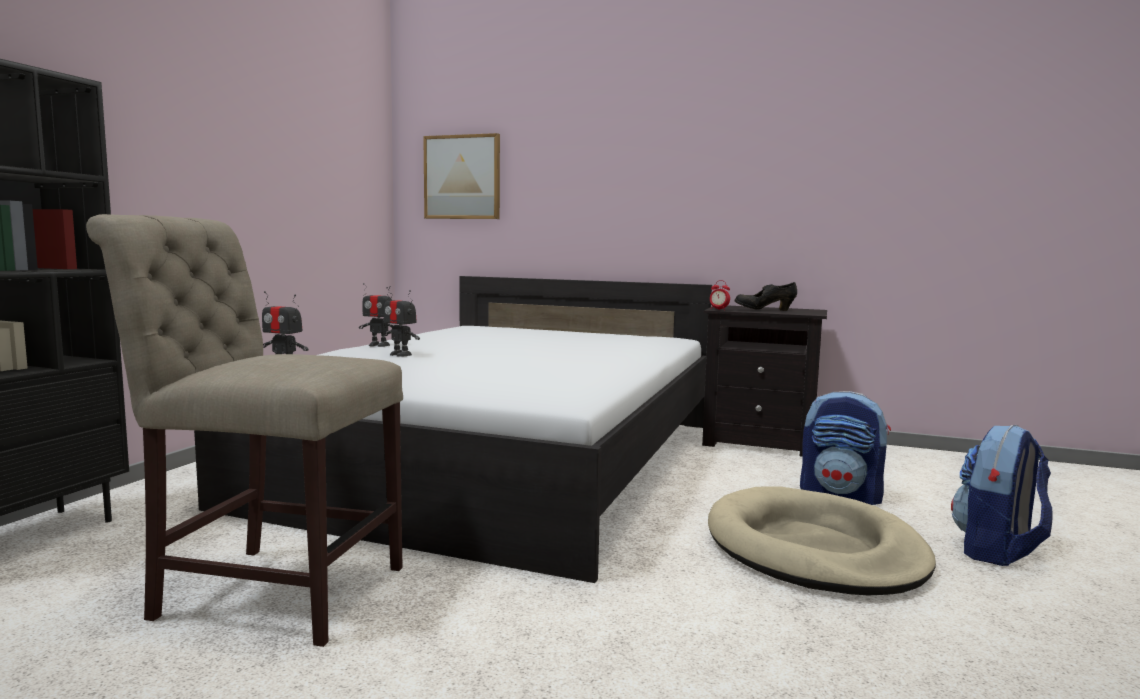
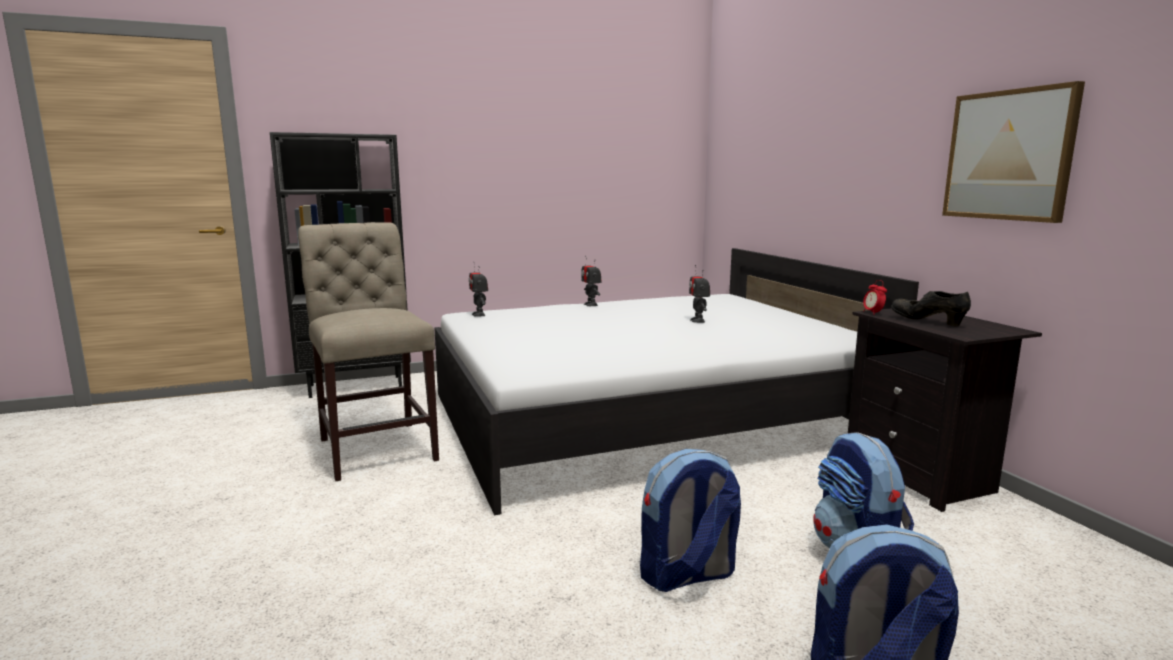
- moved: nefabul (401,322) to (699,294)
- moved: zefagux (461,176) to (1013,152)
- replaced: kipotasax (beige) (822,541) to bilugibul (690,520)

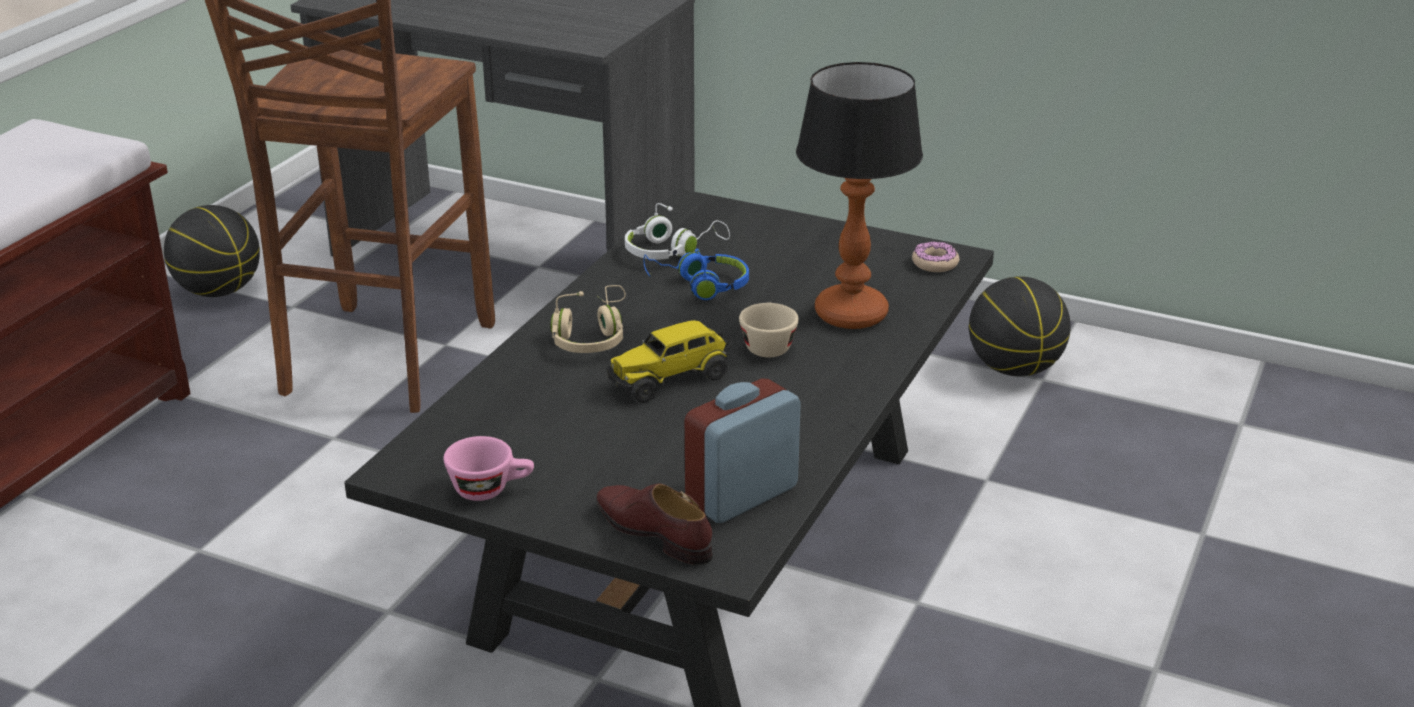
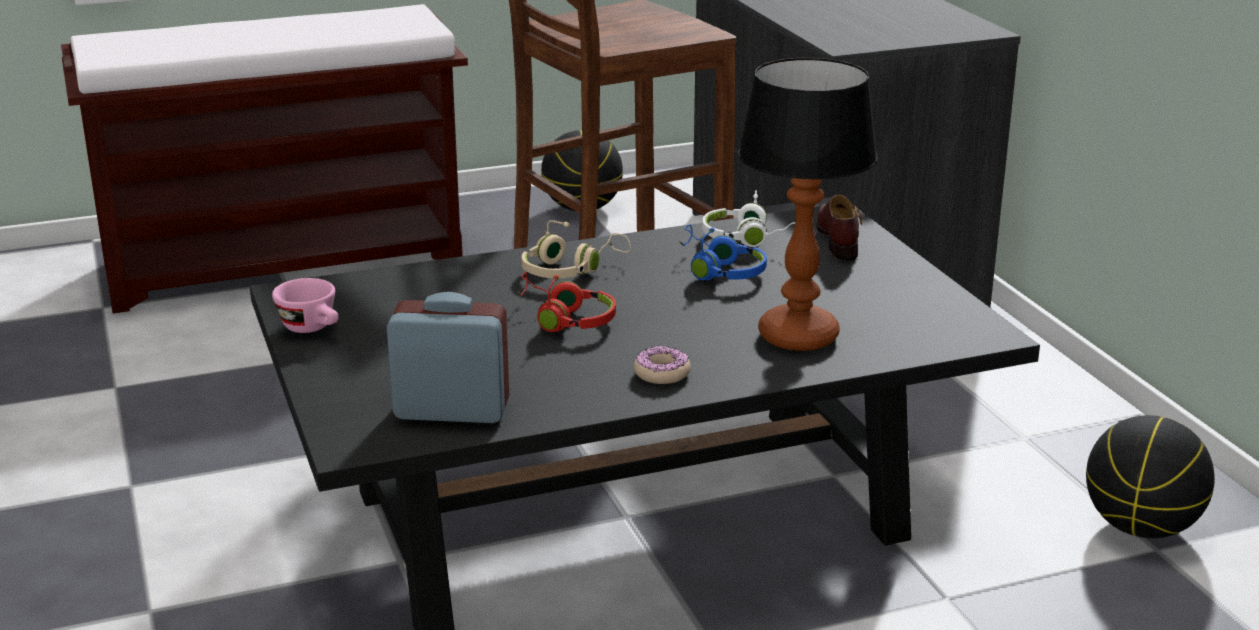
- moved: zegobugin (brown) (654,524) to (839,228)
- replaced: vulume (669,361) to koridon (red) (566,302)
- removed: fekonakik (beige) (769,329)
- moved: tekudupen (935,256) to (662,365)

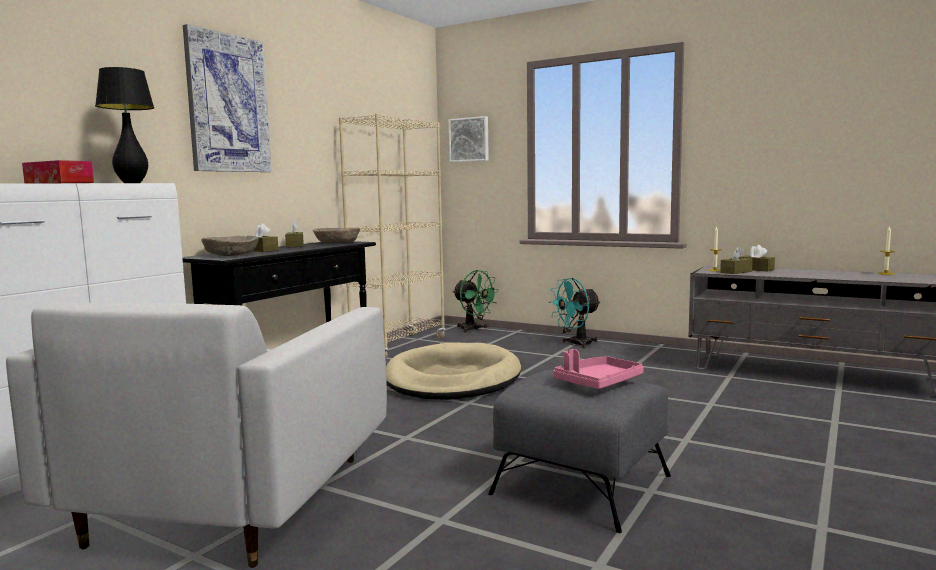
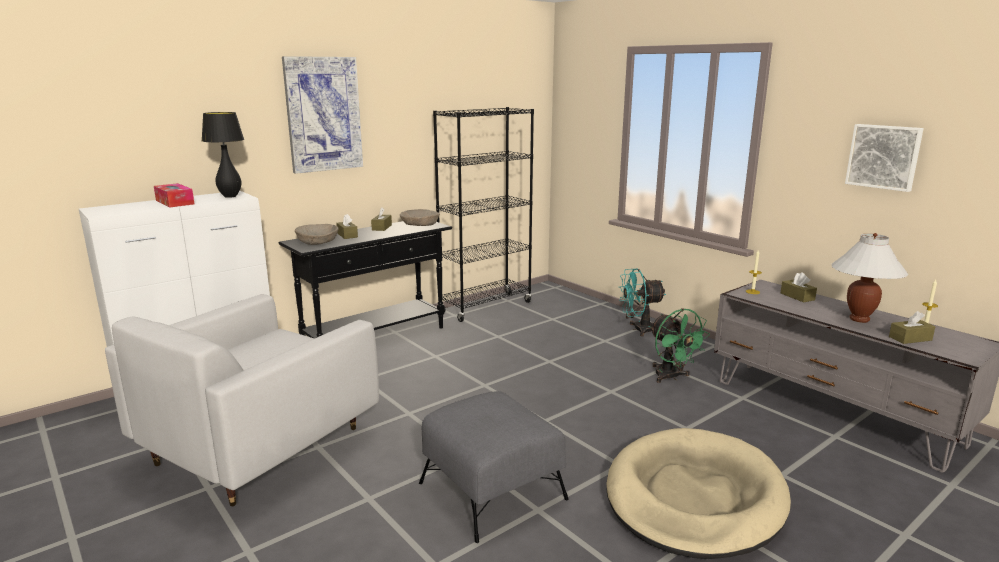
- recoloured: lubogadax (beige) (392,236) to lubogadax (black) (483,214)
- moved: kipotasax (beige) (453,371) to (698,493)
- moved: zefagux (469,139) to (884,158)
- moved: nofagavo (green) (476,301) to (680,345)
- removed: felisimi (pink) (598,369)
- moved: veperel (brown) (736,260) to (912,327)
- added: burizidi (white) (869,278)

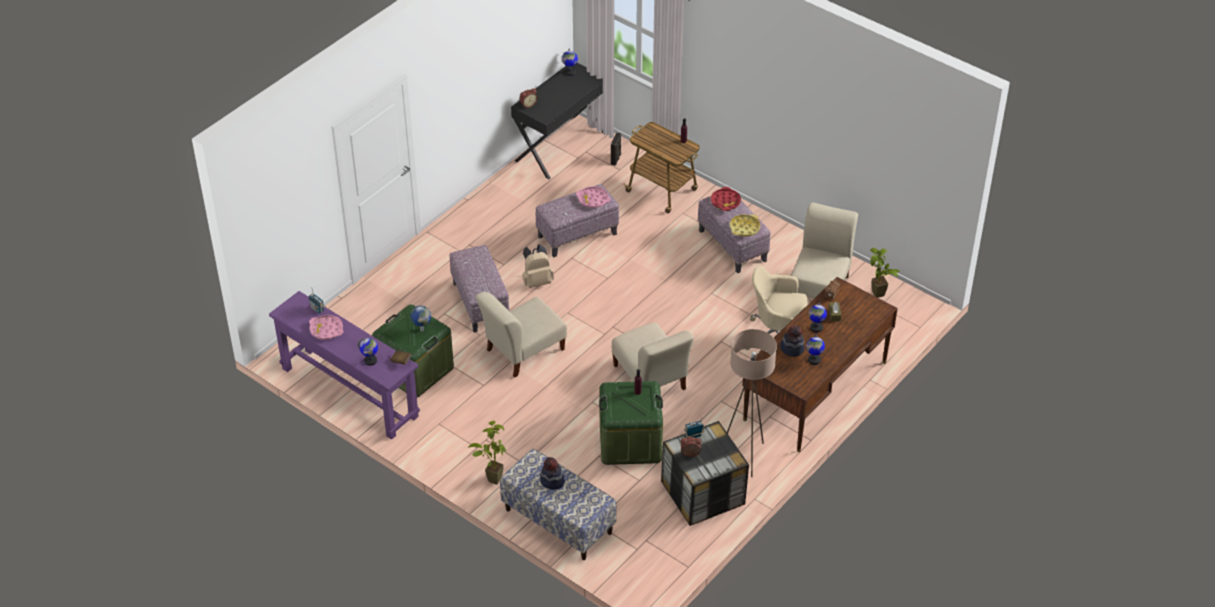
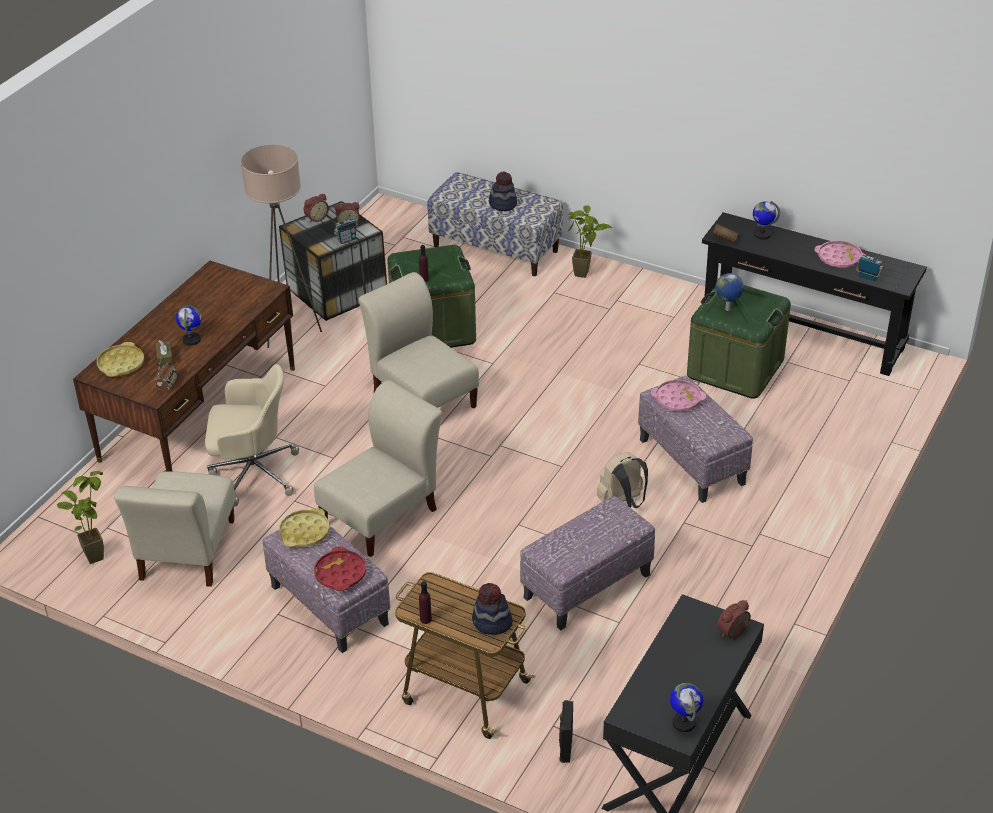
- recoloured: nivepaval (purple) (344,365) to nivepaval (black) (814,294)
- moved: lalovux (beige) (521,334) to (378,468)
- moved: felisimi (pink) (593,197) to (678,395)
- moved: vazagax (792,341) to (492,609)
- removed: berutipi (815,349)
- added: felisimi (yellow) (120,359)
- added: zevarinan (316,208)

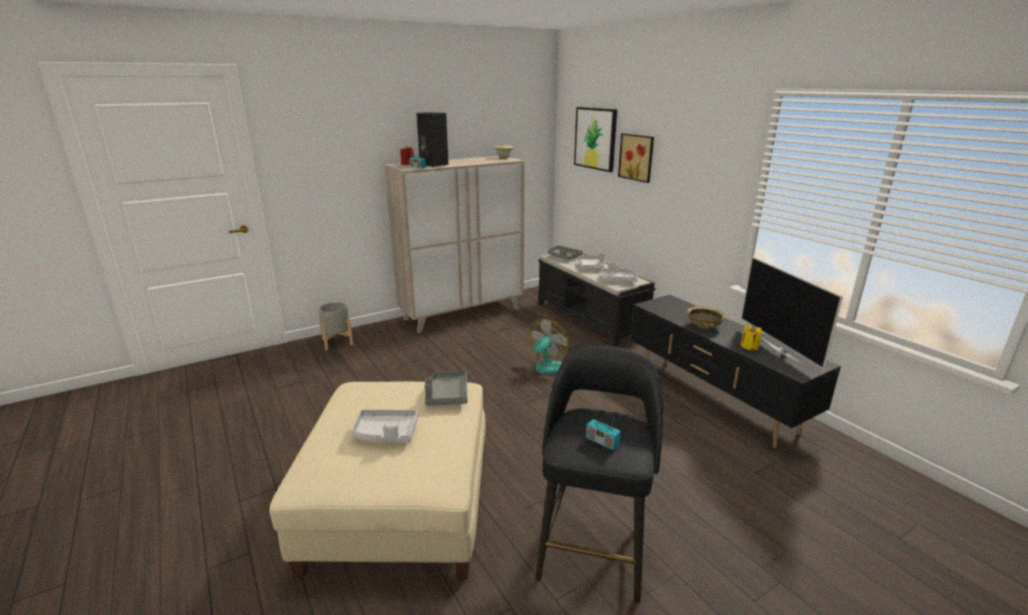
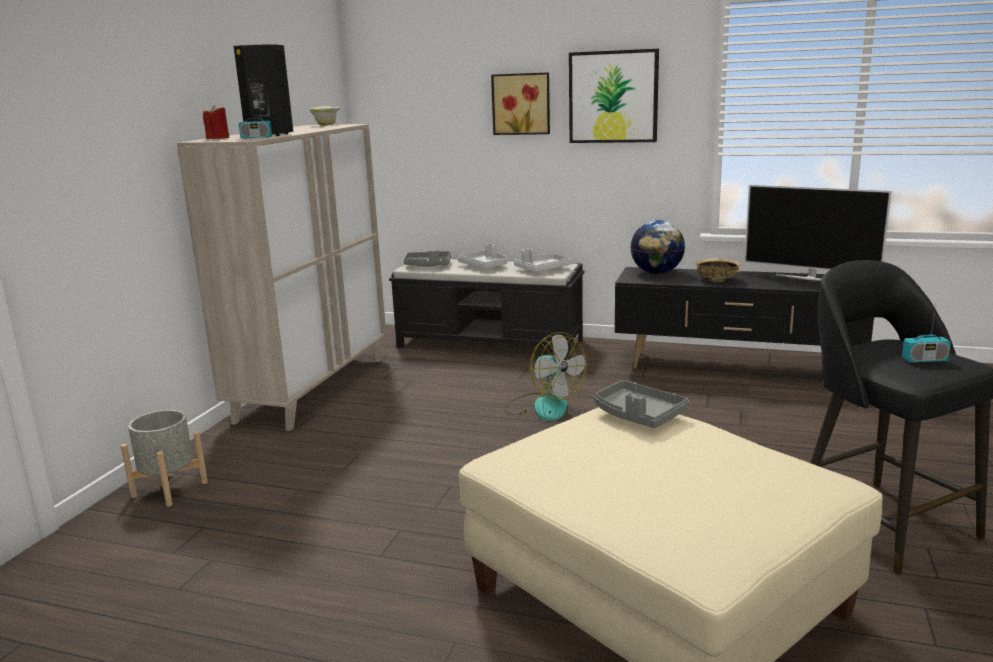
- removed: felisimi (grey) (384,426)
- turned: nofagavo (548,351) = (546,376) 150 degrees clockwise
- moved: zefagux (595,139) to (614,96)
- removed: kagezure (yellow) (751,338)
- added: berutipi (657,247)

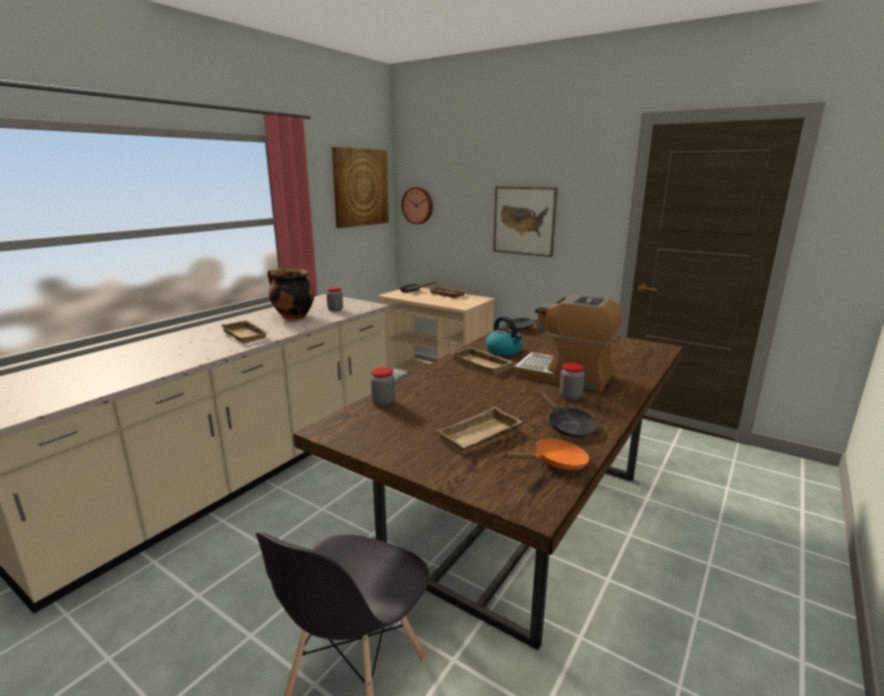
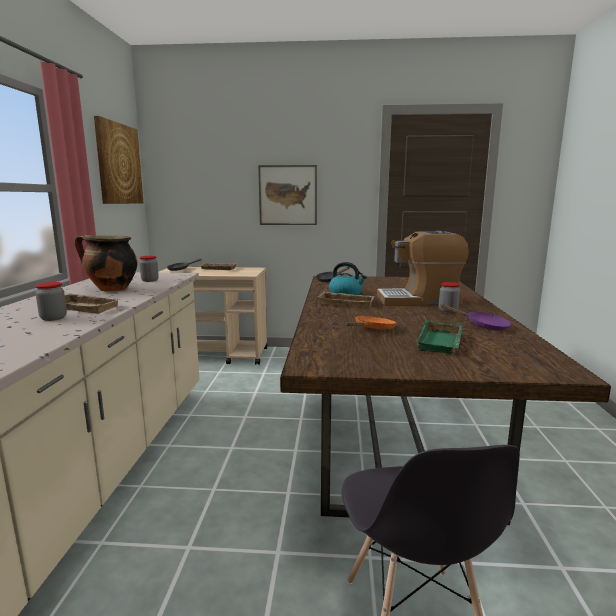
- moved: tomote (383,386) to (51,301)
- removed: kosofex (417,205)
- recoloured: felisimi (beige) (480,428) to felisimi (green) (439,337)
- moved: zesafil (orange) (546,454) to (370,322)
- recoloured: zesafil (black) (567,414) to zesafil (purple) (476,317)

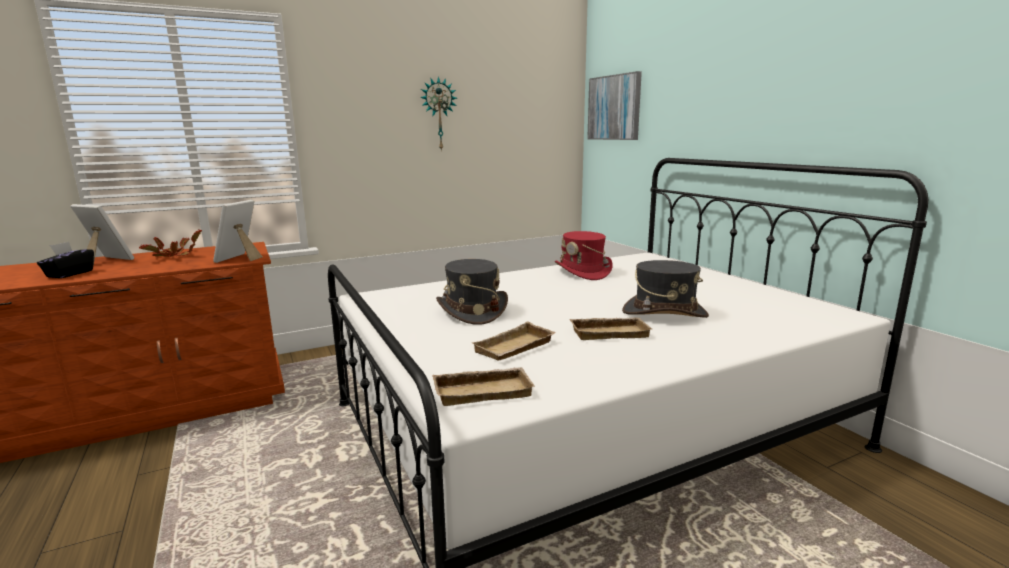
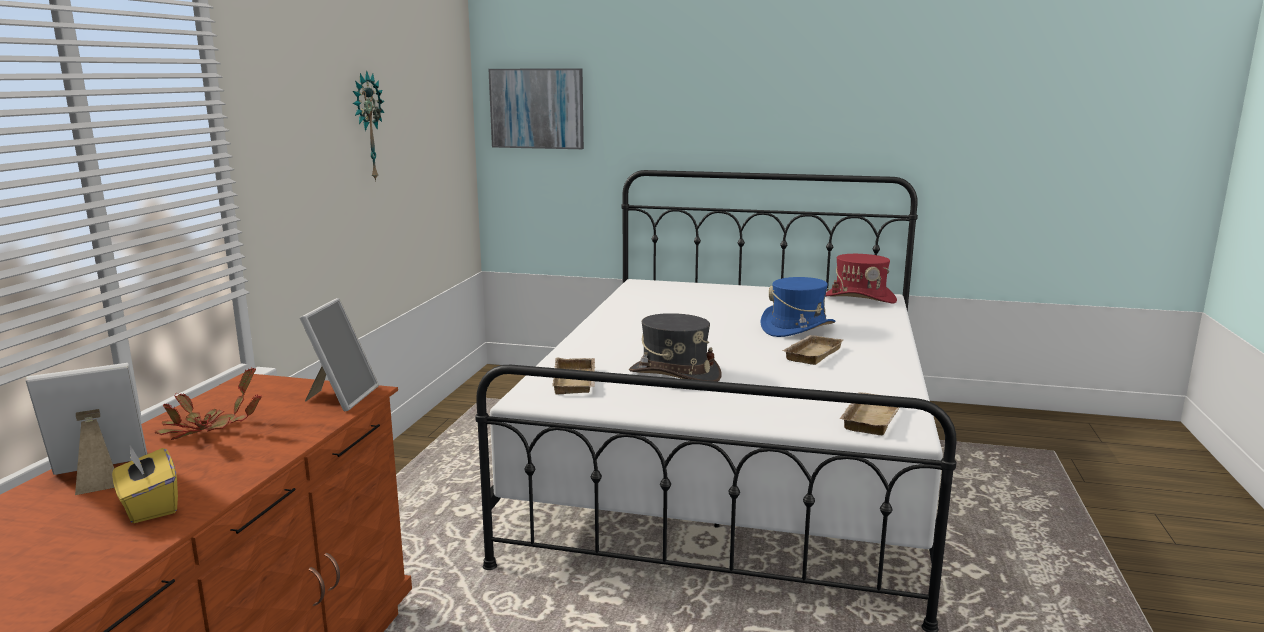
- recoloured: veperel (black) (65,260) to veperel (yellow) (145,484)
- turned: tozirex (237,231) = (339,354) 135 degrees counterclockwise
- moved: felisimi (beige) (514,341) to (574,376)
- moved: vazagax (red) (584,255) to (861,278)
- recoloured: vazagax (grey) (665,289) to vazagax (blue) (798,307)

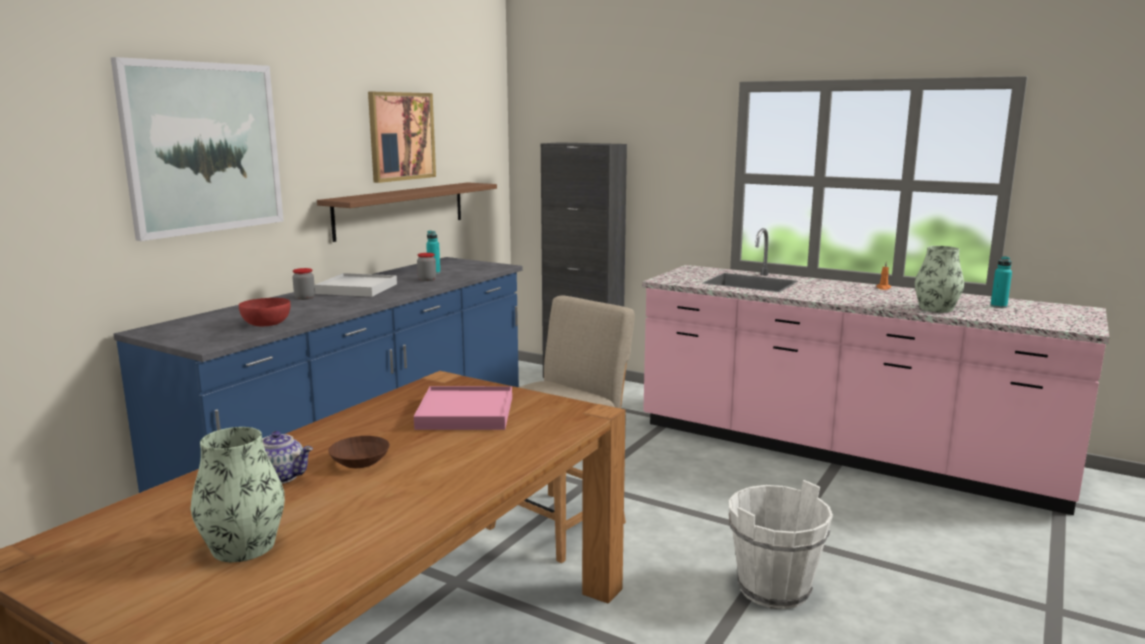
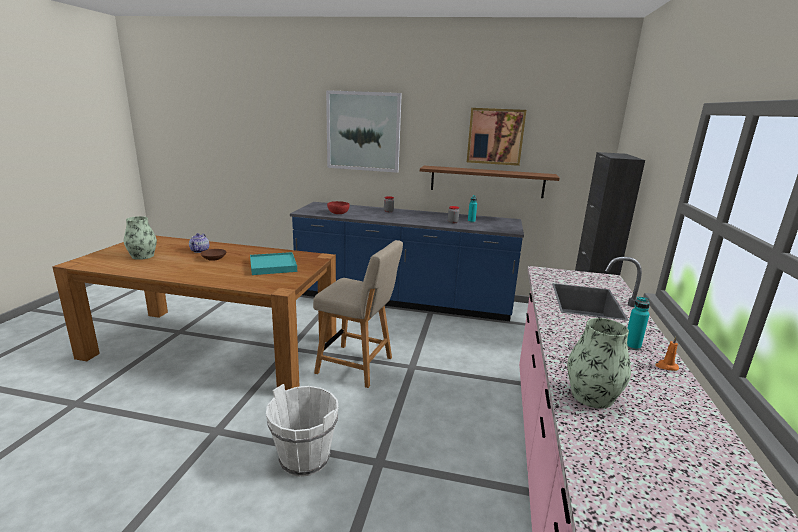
- removed: felisimi (white) (356,285)
- recoloured: felisimi (pink) (463,408) to felisimi (turquoise) (273,263)
- moved: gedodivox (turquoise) (1001,282) to (638,323)

